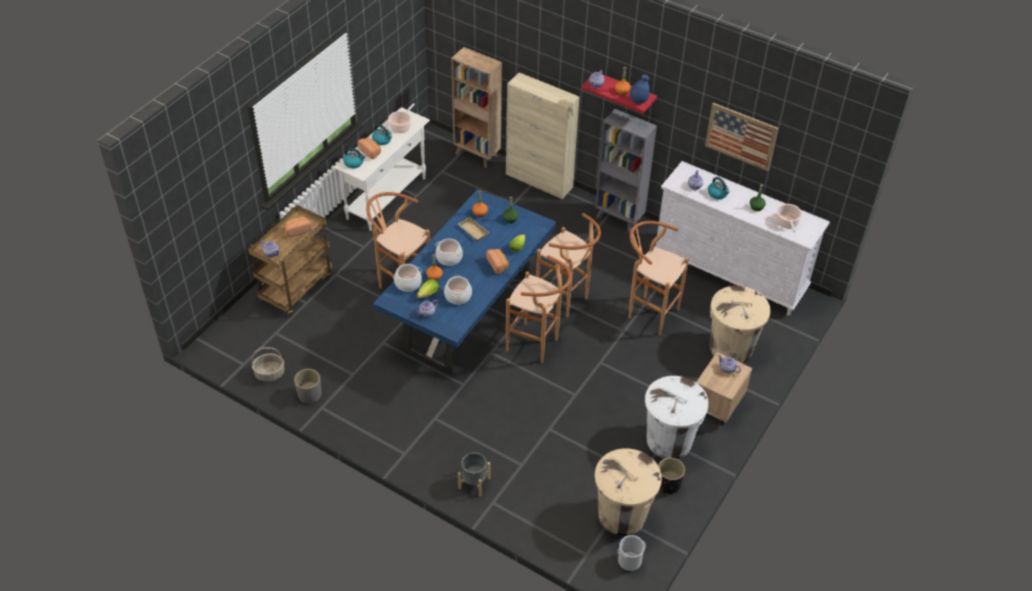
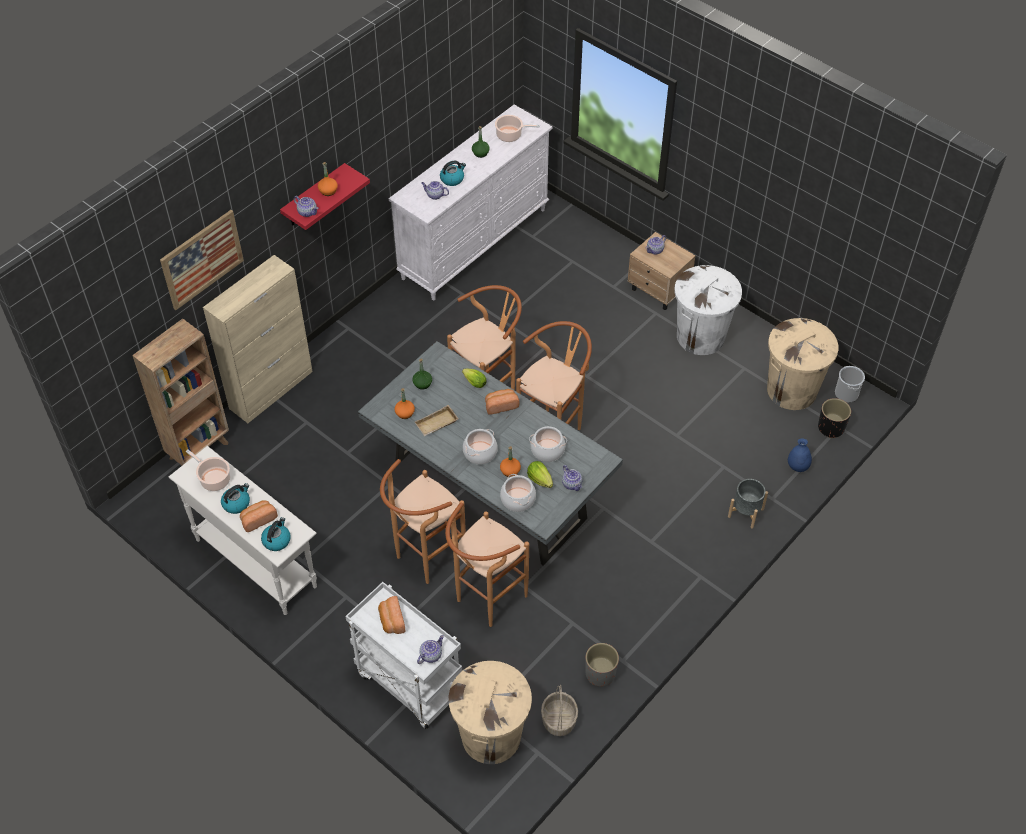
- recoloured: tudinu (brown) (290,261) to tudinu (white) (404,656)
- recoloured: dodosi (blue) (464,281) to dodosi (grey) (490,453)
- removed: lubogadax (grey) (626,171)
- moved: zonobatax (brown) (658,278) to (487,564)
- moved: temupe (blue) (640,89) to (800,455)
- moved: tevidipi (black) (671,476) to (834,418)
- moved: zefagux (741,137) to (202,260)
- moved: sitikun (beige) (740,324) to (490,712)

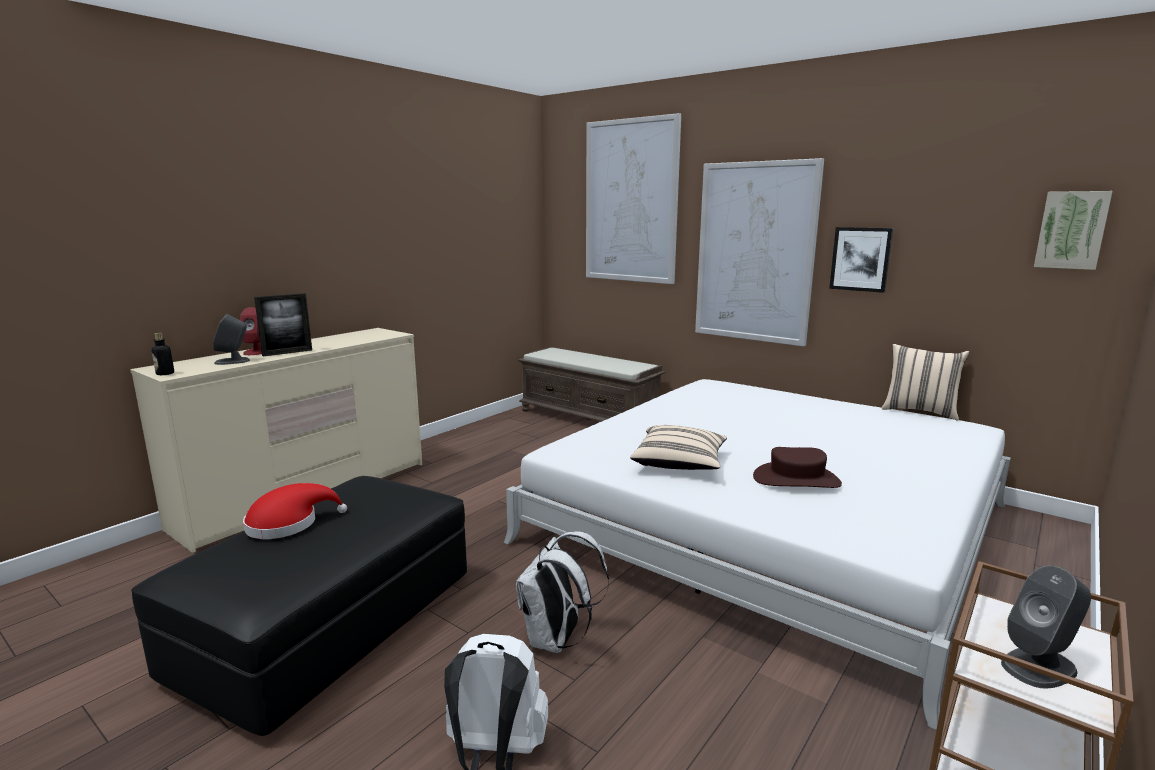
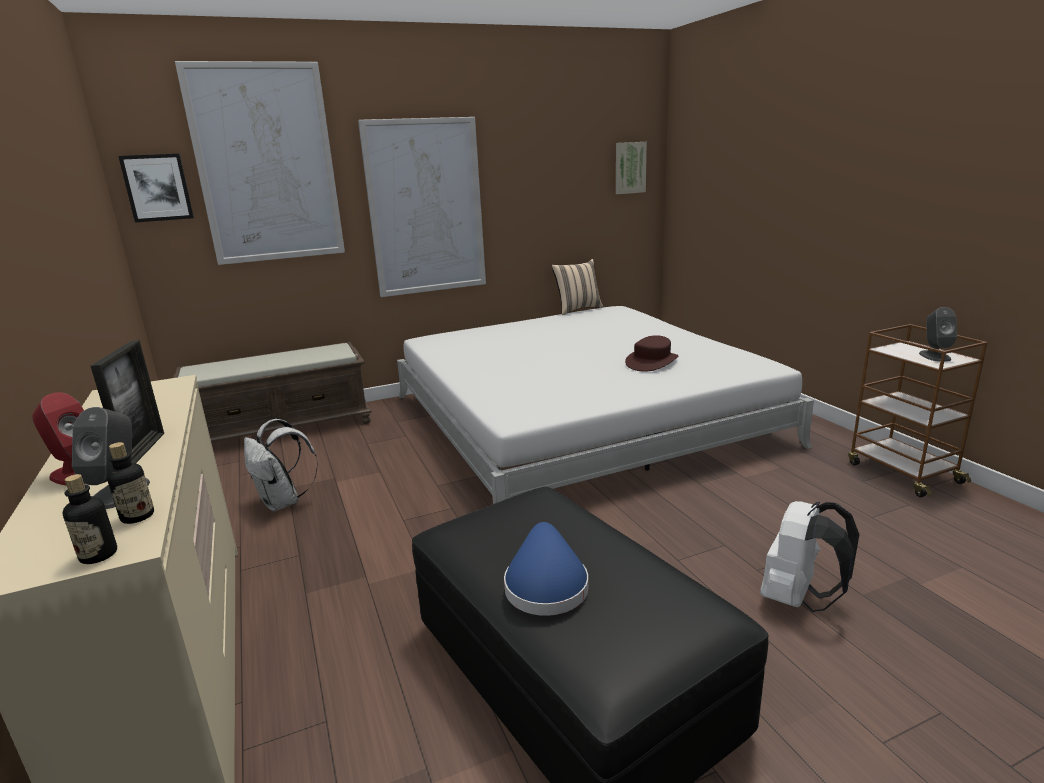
- recoloured: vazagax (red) (295,511) to vazagax (blue) (546,569)
- moved: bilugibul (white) (562,592) to (281,465)
- removed: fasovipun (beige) (678,447)
- moved: zefagux (861,260) to (156,188)
- added: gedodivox (130,483)

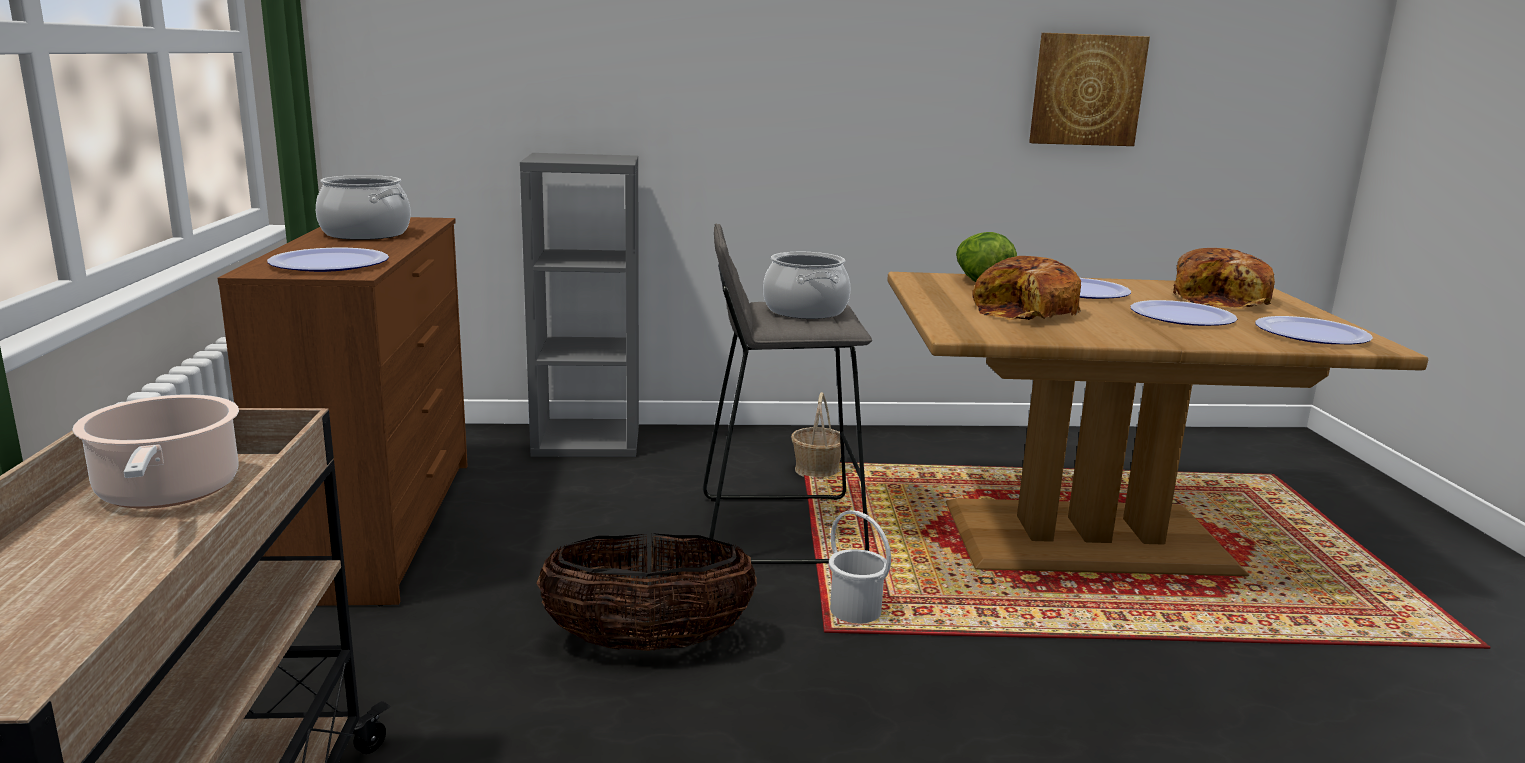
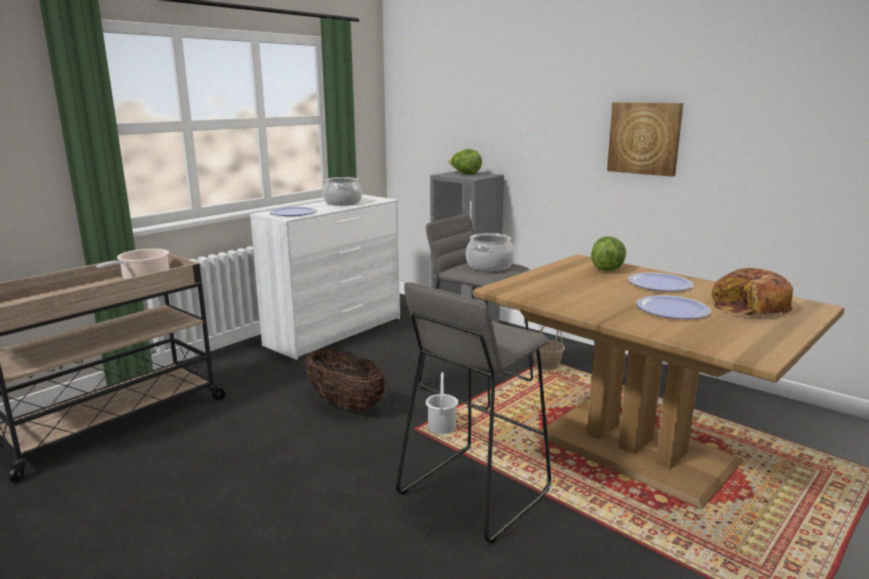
- recoloured: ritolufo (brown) (342,411) to ritolufo (white) (325,277)
- removed: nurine (1026,288)
- moved: zefagux (1089,89) to (645,139)
- removed: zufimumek (1314,330)
- added: zonobatax (grey) (473,412)
- added: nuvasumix (465,162)

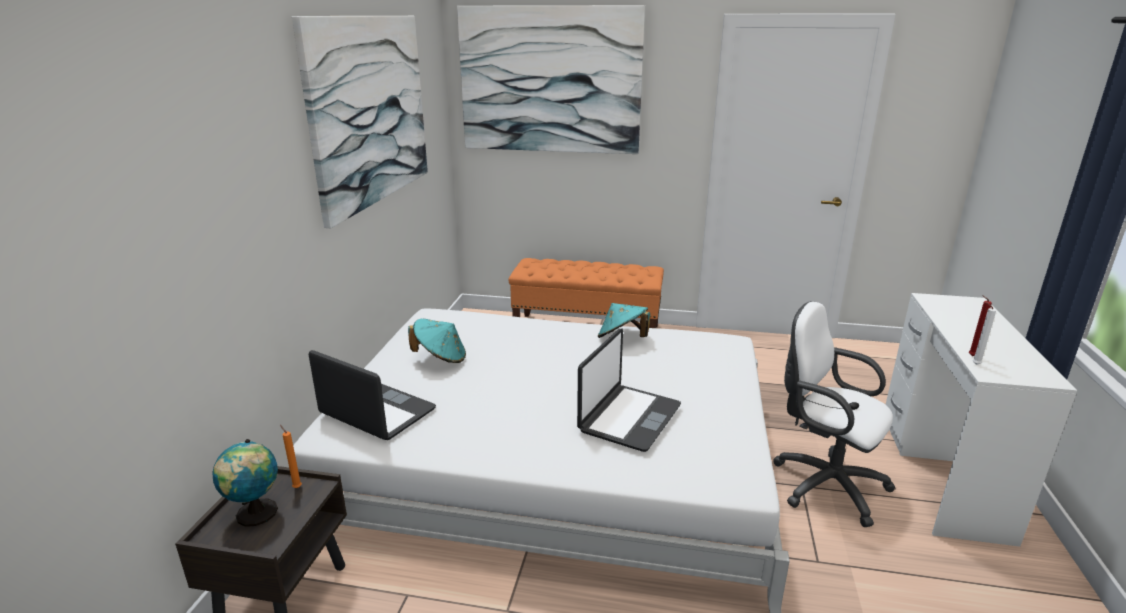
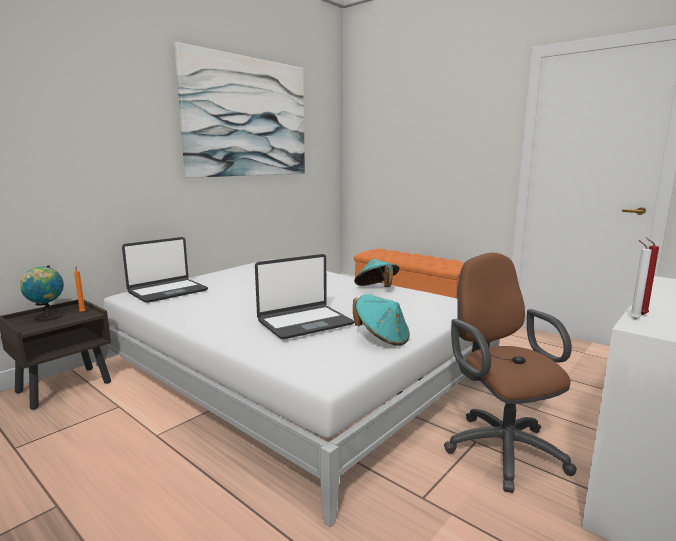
- turned: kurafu (372,395) = (165,270) 75 degrees clockwise
- moved: vazagax (turquoise) (437,341) to (381,320)
- removed: zefagux (551,79)
- recoloured: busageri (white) (834,414) to busageri (brown) (510,373)

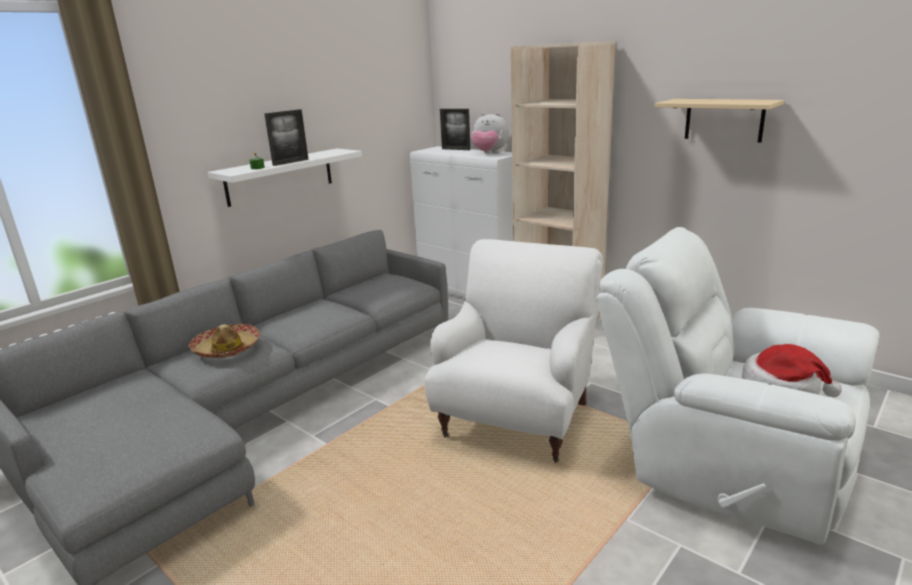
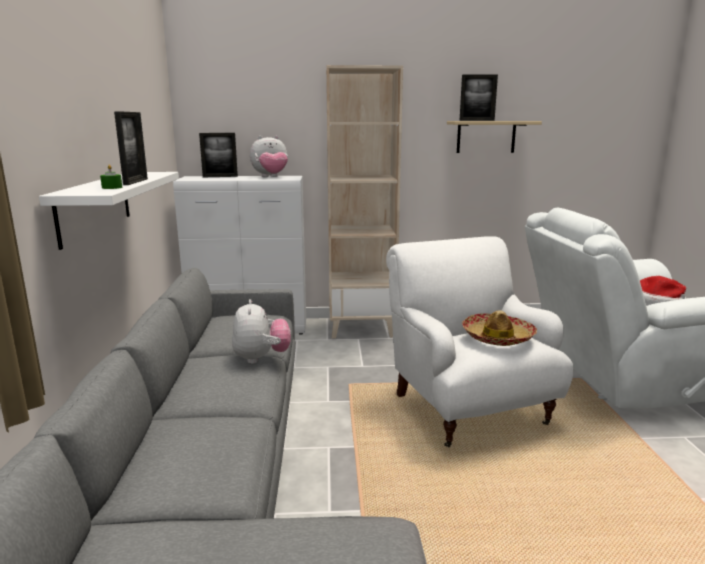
- moved: vazagax (224,341) to (499,328)
- added: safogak (261,331)
- added: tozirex (479,97)

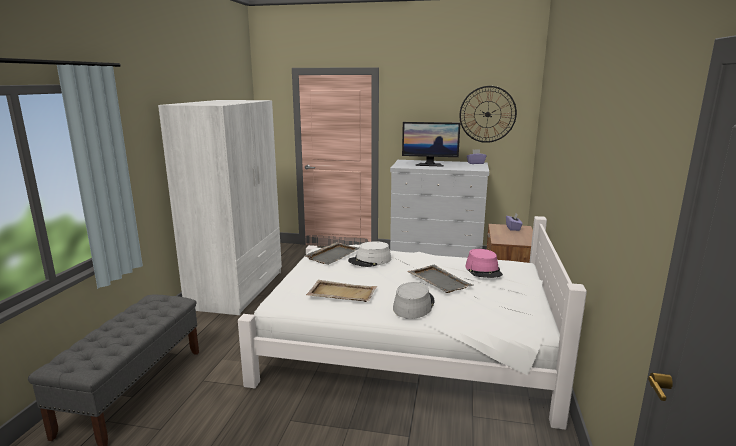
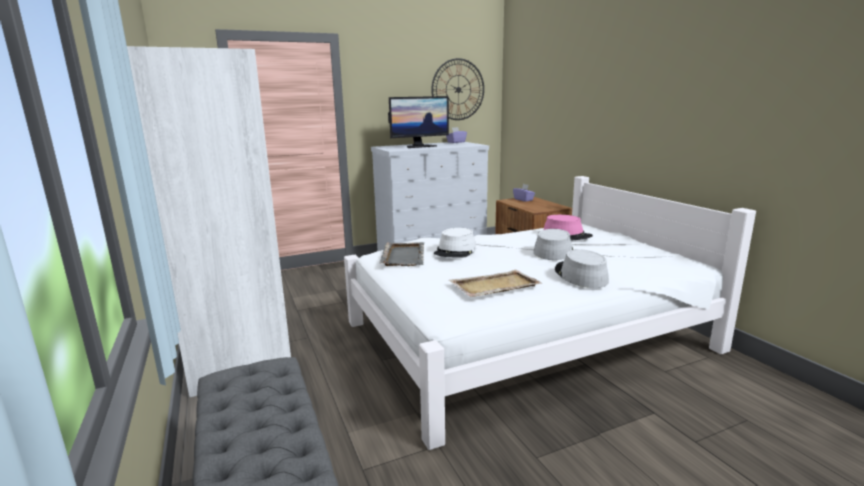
- replaced: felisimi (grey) (440,279) to vazagax (grey) (553,244)

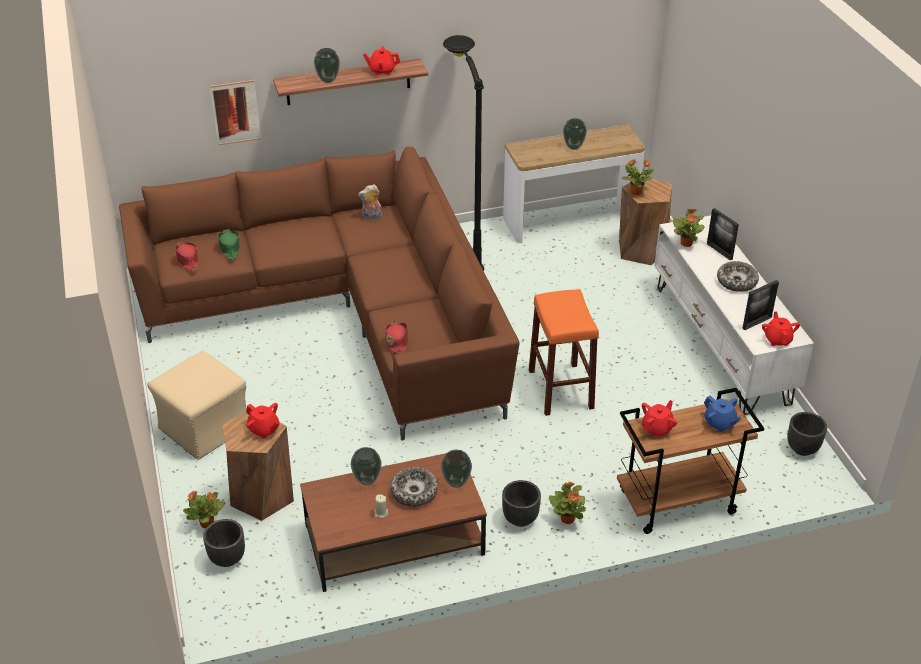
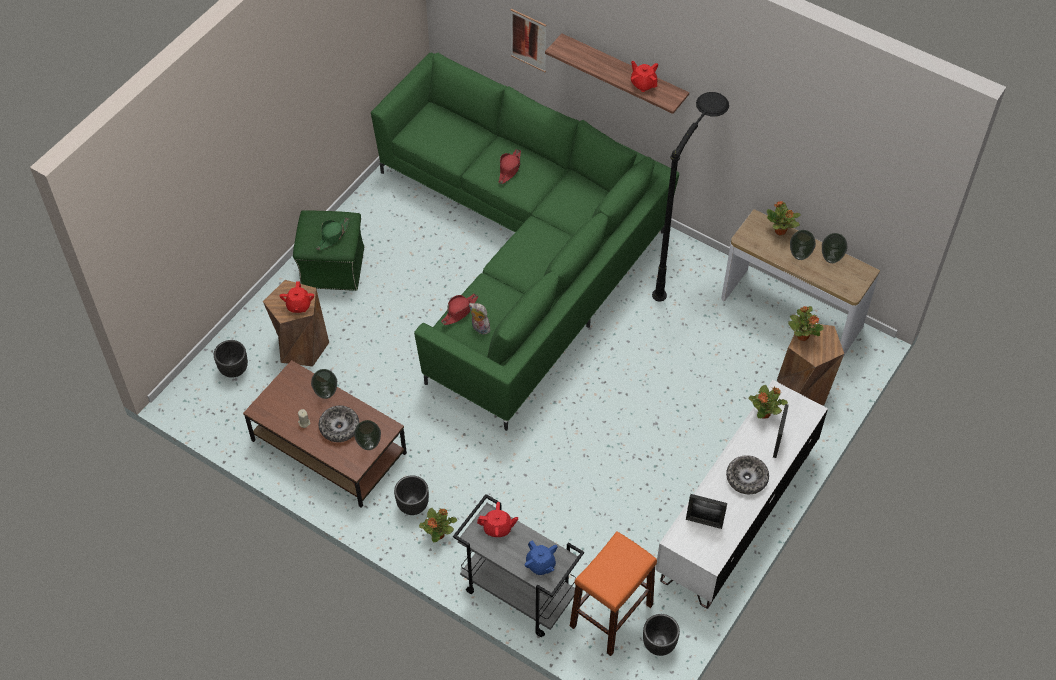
- recoloured: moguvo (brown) (319,294) to moguvo (green) (525,242)
- recoloured: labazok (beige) (197,405) to labazok (green) (329,250)
- moved: vazagax (red) (186,256) to (510,166)
- moved: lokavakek (204,510) to (784,218)
- moved: vazagax (green) (229,244) to (332,234)
- moved: temupe (327,65) to (834,248)
- moved: safogak (370,202) to (479,318)
- moved: zonobatax (orange) (564,352) to (613,593)
- recoloured: tudinu (brown) (690,461) to tudinu (grey) (518,565)
- turned: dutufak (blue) (722,414) = (541,557) 45 degrees counterclockwise
- removed: dutufak (red) (781,329)

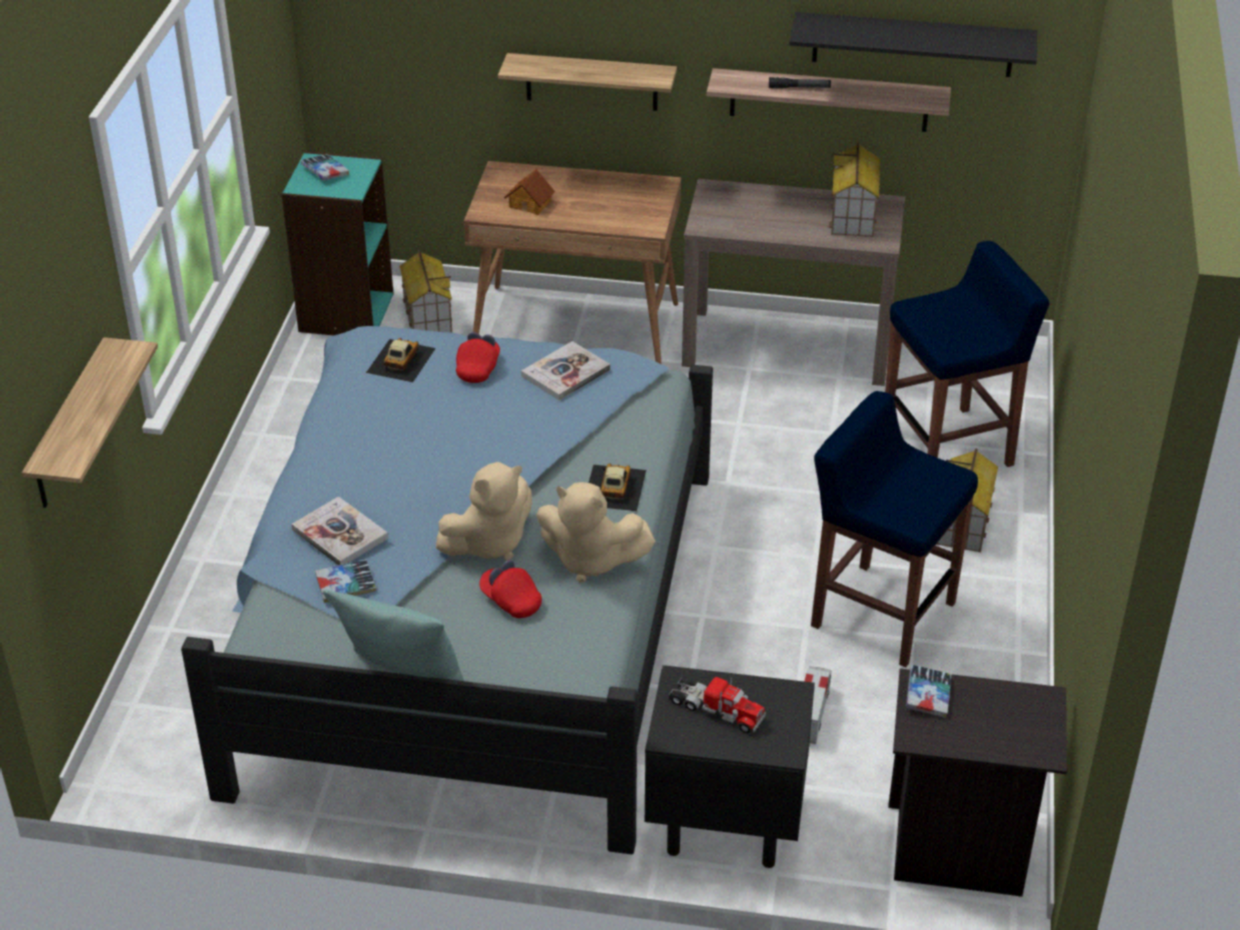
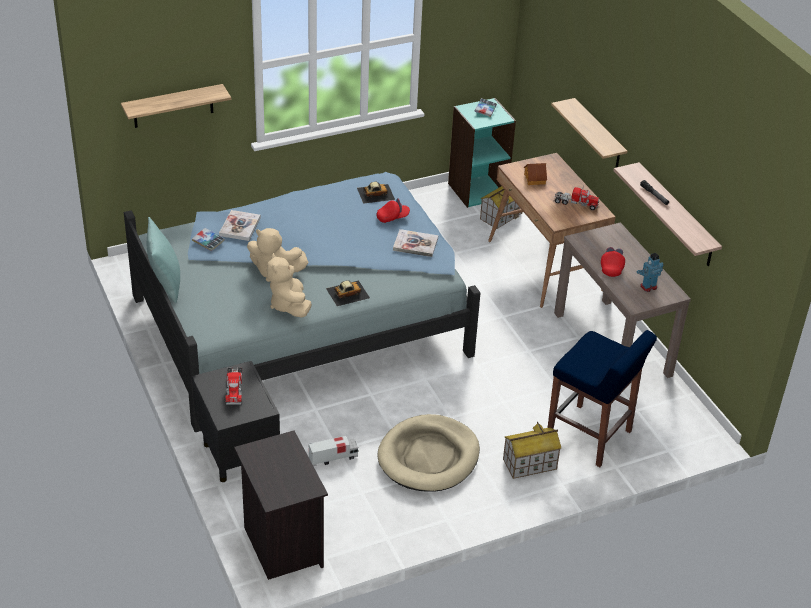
- moved: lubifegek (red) (510,589) to (613,262)
- removed: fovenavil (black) (913,44)
- replaced: zonobatax (blue) (894,529) to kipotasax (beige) (428,453)
- replaced: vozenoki (854,189) to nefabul (650,272)
- removed: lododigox (928,691)
- added: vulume (576,198)

